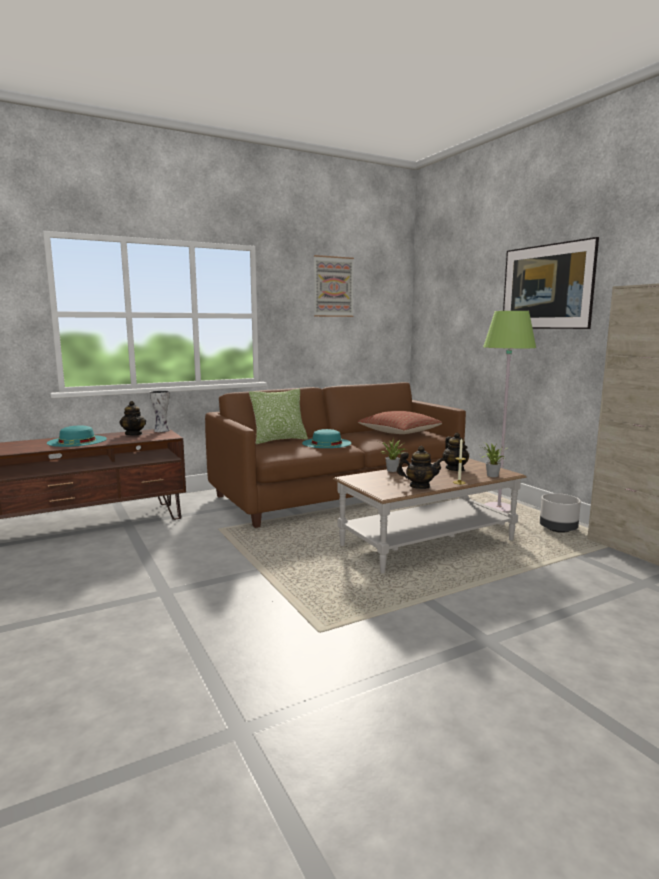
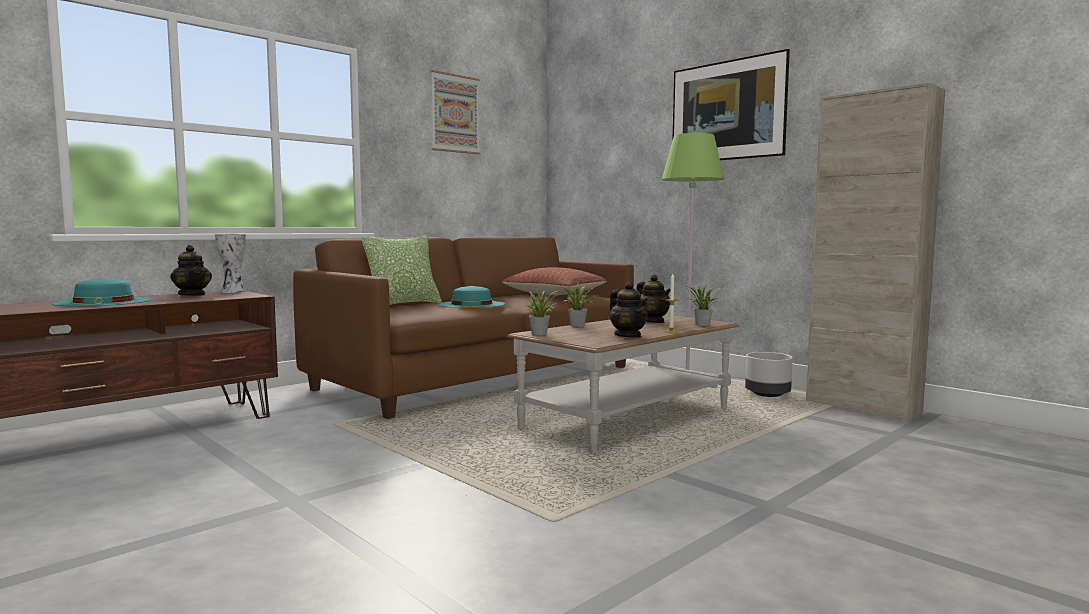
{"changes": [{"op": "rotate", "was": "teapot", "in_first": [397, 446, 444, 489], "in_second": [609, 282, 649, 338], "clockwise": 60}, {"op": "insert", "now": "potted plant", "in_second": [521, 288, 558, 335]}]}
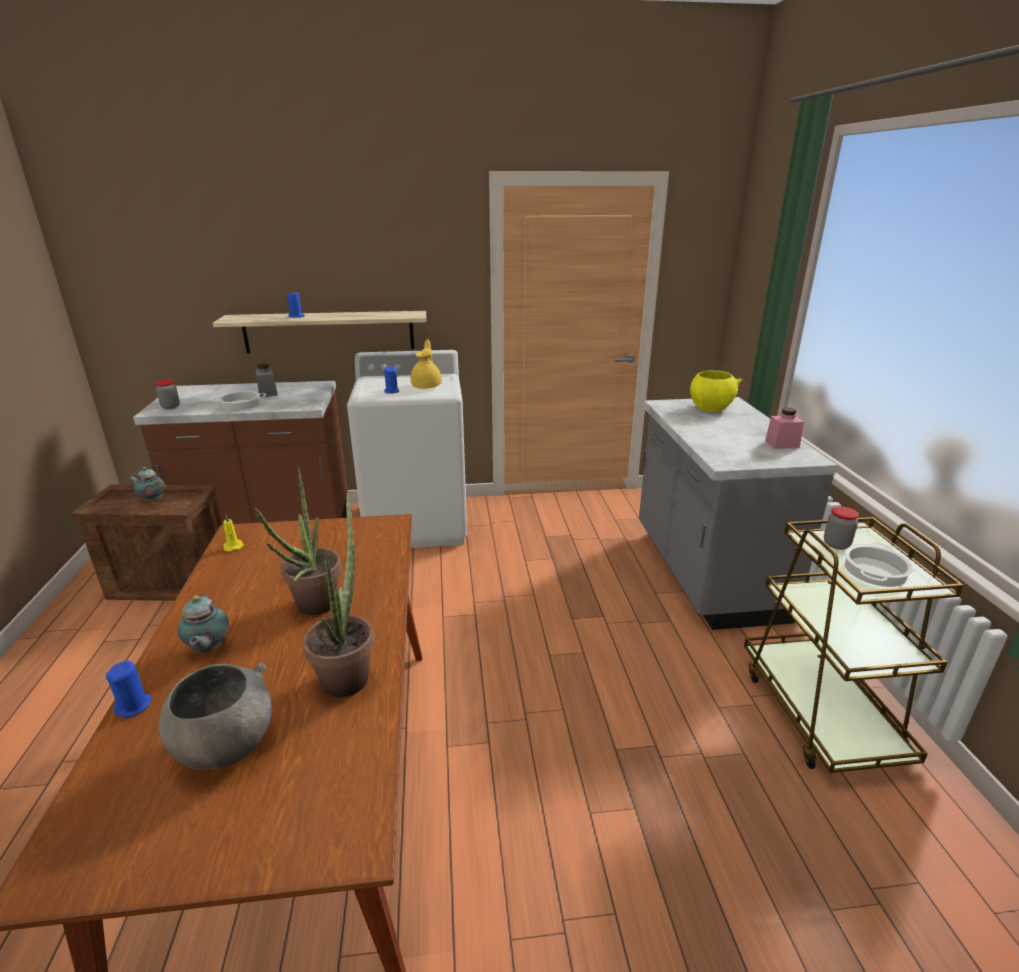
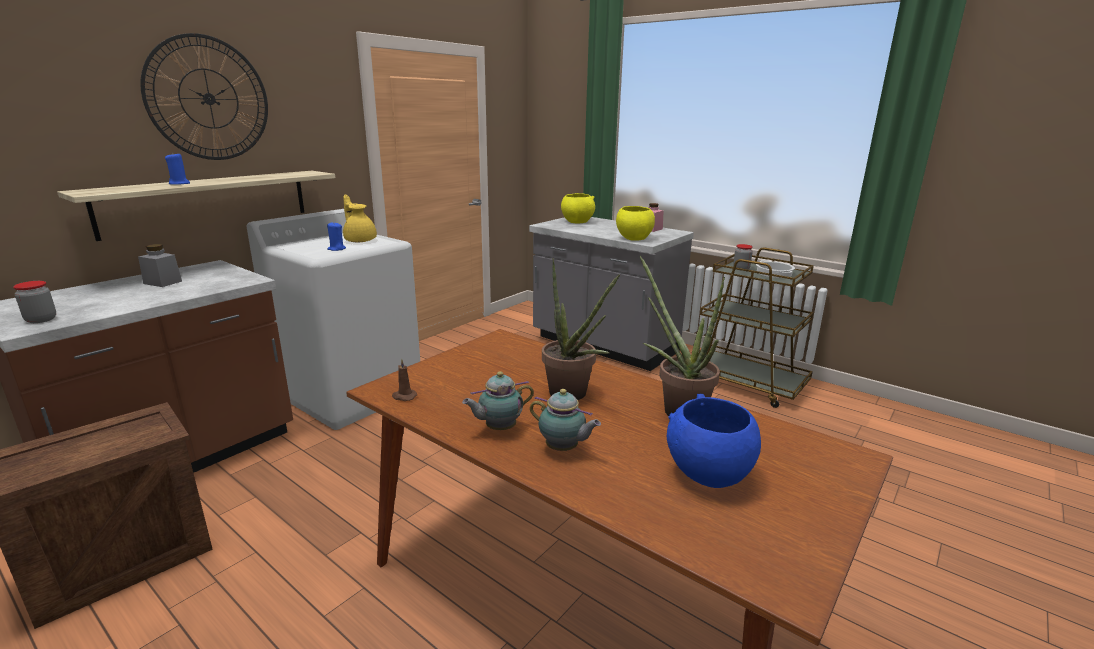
{"changes": [{"op": "delete", "was": "stockpot", "in_first": [213, 391, 266, 410]}, {"op": "move", "was": "teapot", "in_first": [129, 467, 166, 502], "in_second": [462, 371, 534, 430]}, {"op": "recolor", "was": "yellow wax candle", "now": "brownish wax candle", "in_first": [223, 515, 244, 551], "in_second": [392, 359, 417, 401]}, {"op": "delete", "was": "blue wax candle", "in_first": [106, 661, 152, 718]}, {"op": "recolor", "was": "greyish deep dish", "now": "blue deep dish", "in_first": [159, 663, 272, 770], "in_second": [667, 394, 761, 488]}, {"op": "insert", "now": "wall clock", "in_second": [140, 33, 268, 160]}, {"op": "insert", "now": "yellow deep dish", "in_second": [616, 206, 655, 241]}]}
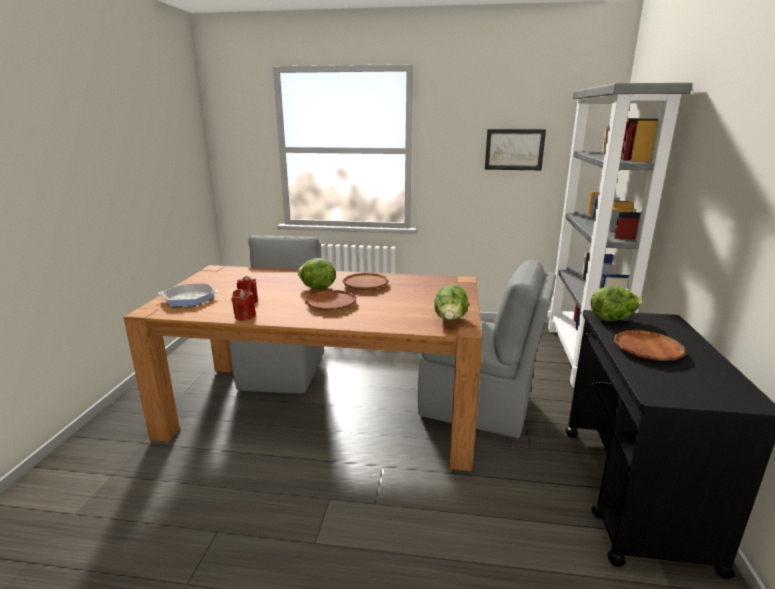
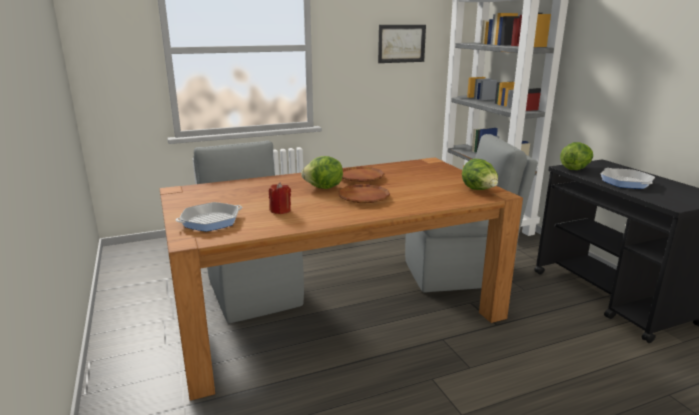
{"changes": [{"op": "delete", "was": "red wax candle", "in_first": [231, 289, 256, 321]}, {"op": "replace", "was": "brownish dinner plate", "now": "skillet", "in_first": [614, 330, 686, 361], "in_second": [601, 168, 655, 189]}]}
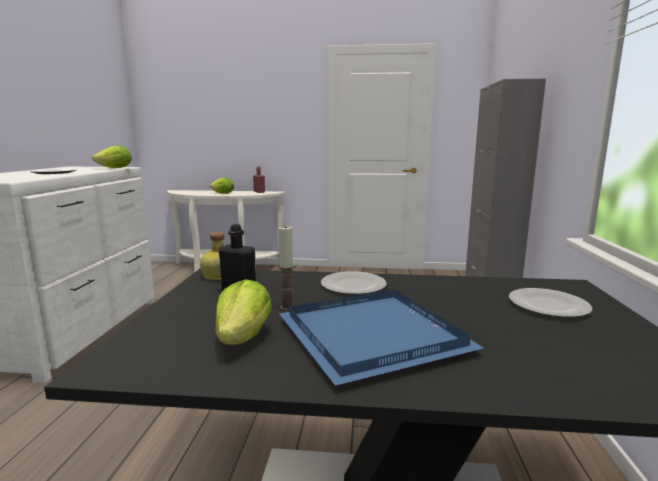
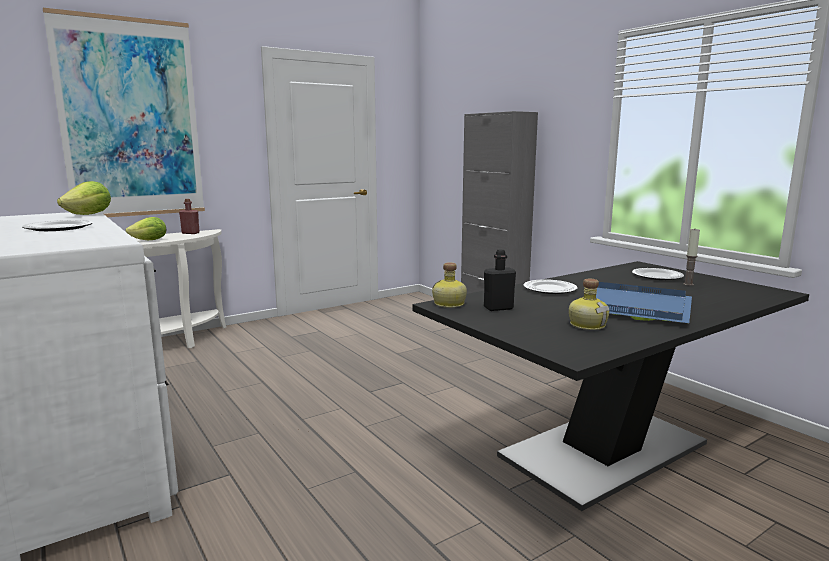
{"changes": [{"op": "move", "was": "wax candle", "in_first": [278, 226, 294, 310], "in_second": [683, 229, 700, 286]}, {"op": "replace", "was": "head of lettuce", "now": "beverage bottle", "in_first": [215, 279, 272, 345], "in_second": [569, 279, 609, 330]}, {"op": "insert", "now": "wall art", "in_second": [43, 8, 205, 217]}]}
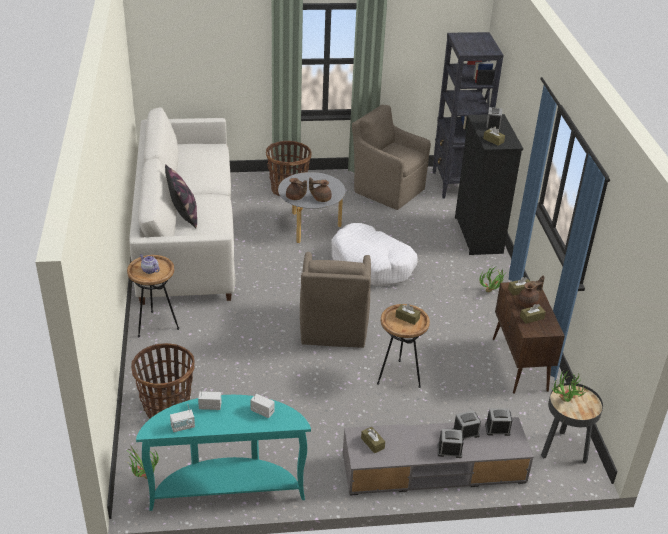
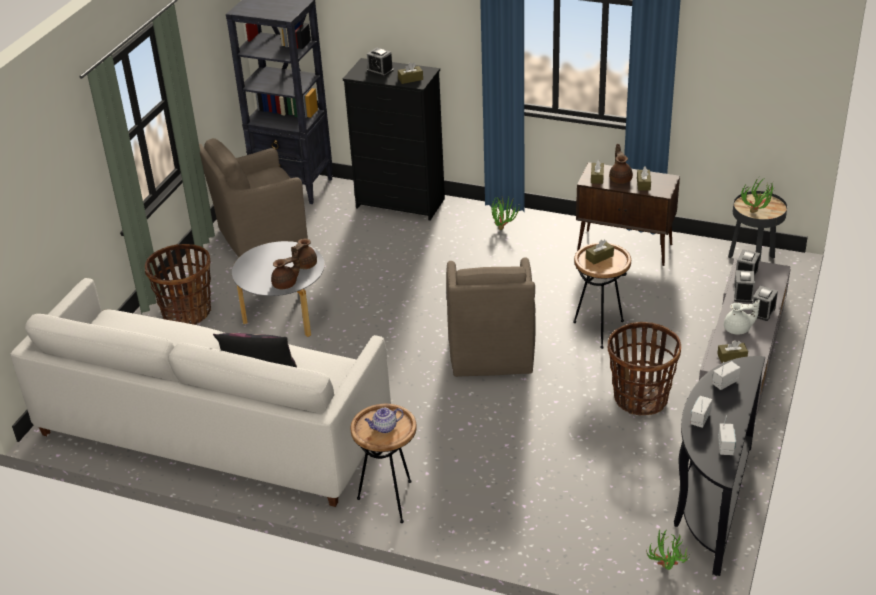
{"changes": [{"op": "delete", "was": "white-coloured dog bed", "in_first": [331, 223, 418, 286]}, {"op": "rotate", "was": "brownish armchair", "in_first": [300, 252, 371, 348], "in_second": [446, 257, 535, 377], "clockwise": 60}, {"op": "move", "was": "household basket", "in_first": [131, 343, 195, 418], "in_second": [608, 322, 681, 416]}, {"op": "recolor", "was": "blue-green hall table", "now": "blackish hall table", "in_first": [136, 395, 311, 511], "in_second": [674, 356, 765, 576]}, {"op": "insert", "now": "white-coloured teapot", "in_second": [724, 300, 760, 334]}]}
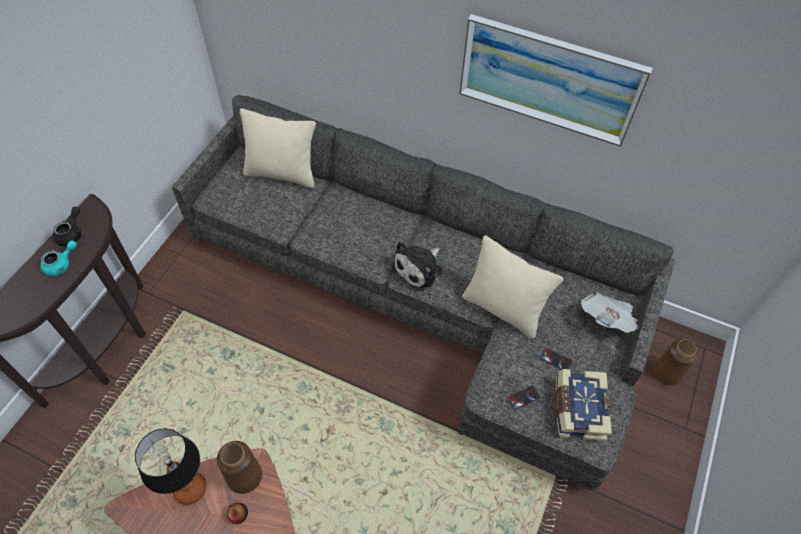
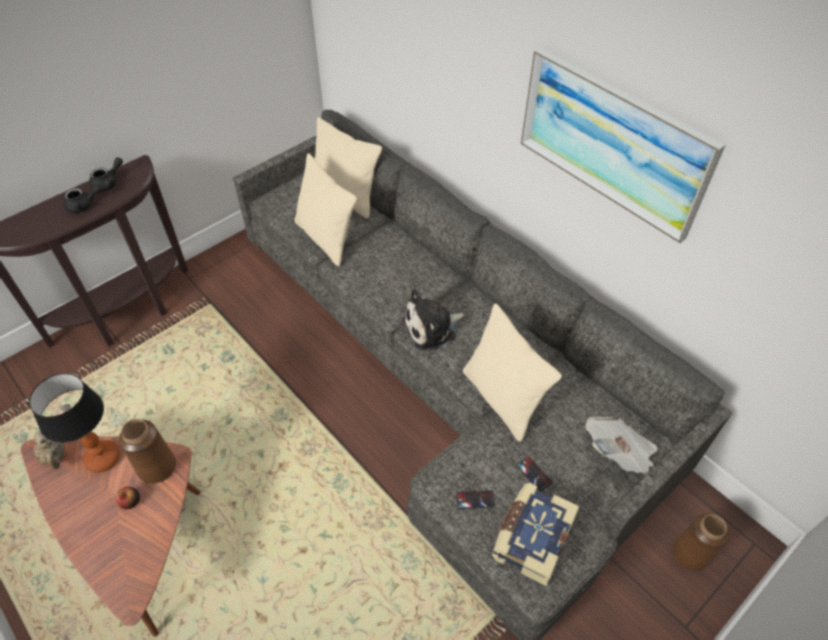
{"changes": [{"op": "recolor", "was": "blue-green teapot", "now": "blackish teapot", "in_first": [40, 241, 77, 276], "in_second": [64, 184, 102, 213]}, {"op": "insert", "now": "beige-coloured cushion", "in_second": [294, 153, 357, 266]}, {"op": "insert", "now": "beige-coloured teapot", "in_second": [34, 431, 65, 469]}]}
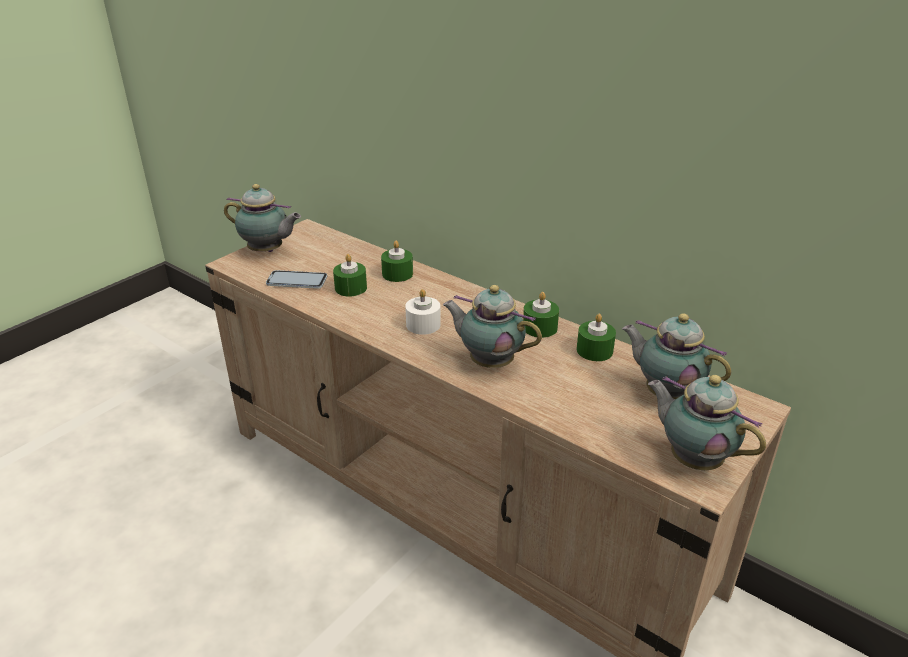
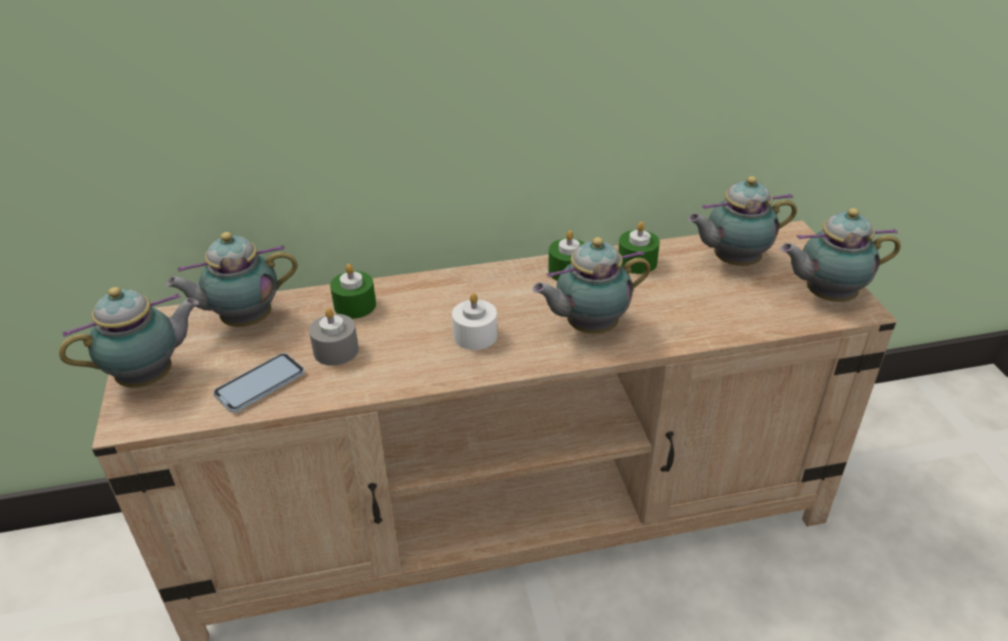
{"changes": [{"op": "recolor", "was": "green-coloured wax candle", "now": "greyish wax candle", "in_first": [333, 254, 367, 297], "in_second": [309, 308, 359, 366]}, {"op": "insert", "now": "teapot", "in_second": [166, 232, 298, 327]}]}
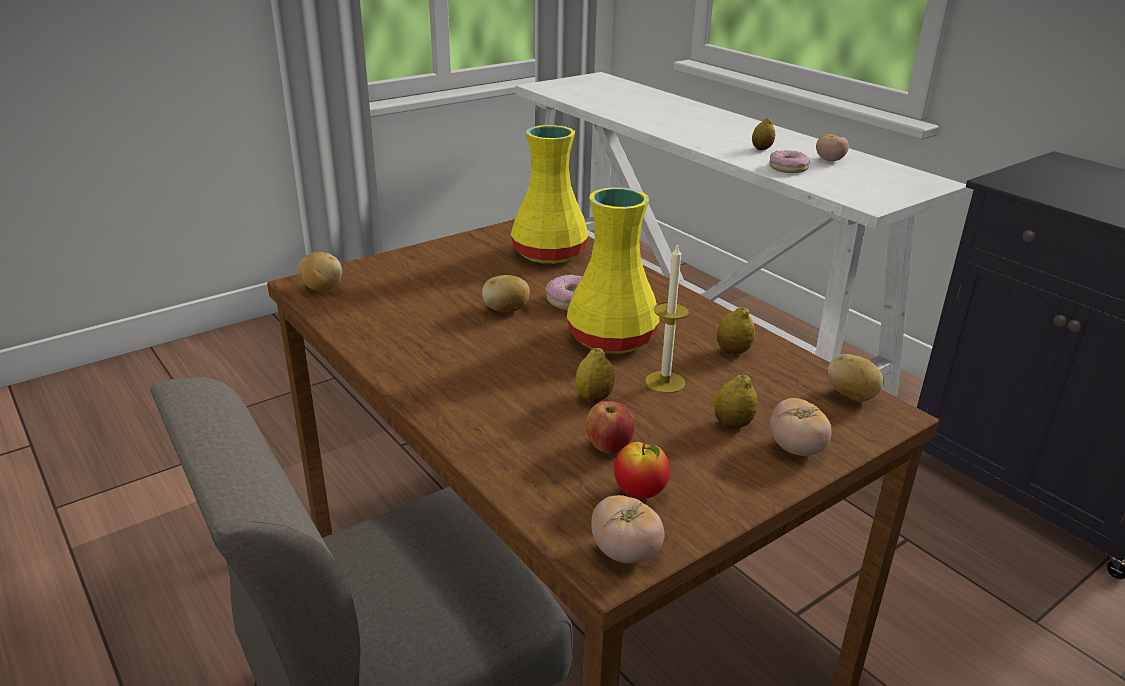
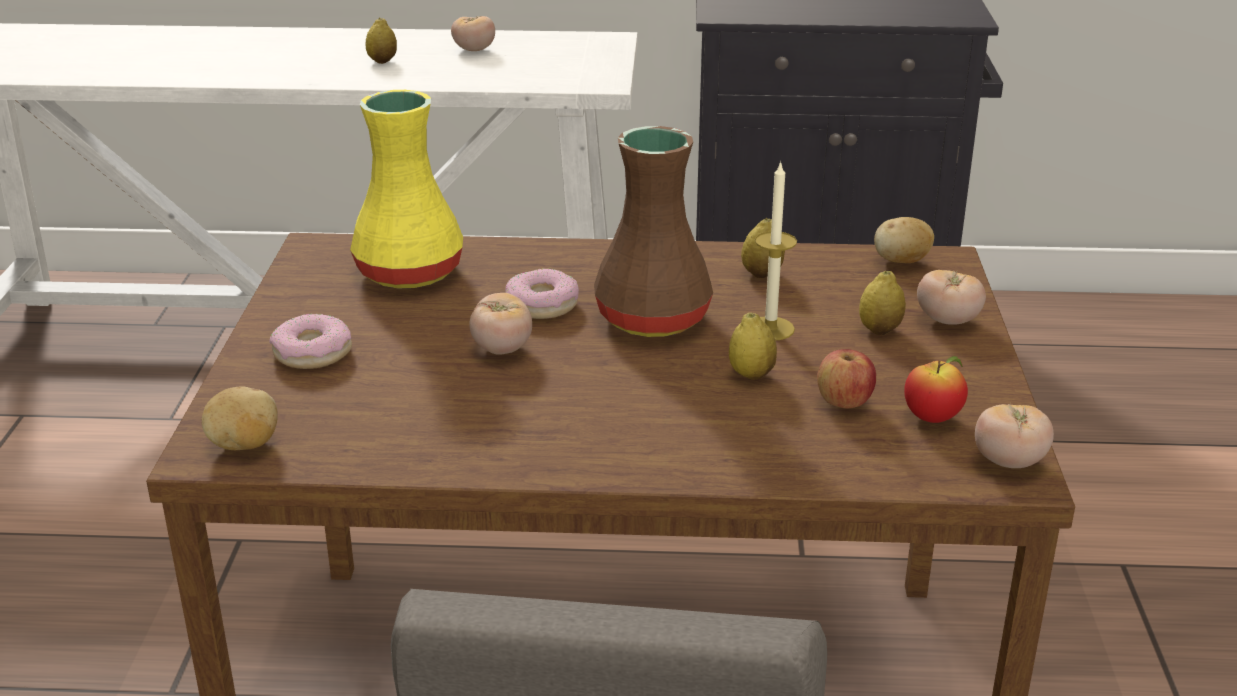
{"changes": [{"op": "move", "was": "doughnut", "in_first": [769, 150, 809, 173], "in_second": [269, 314, 352, 369]}, {"op": "recolor", "was": "yellow vase", "now": "brownish vase", "in_first": [567, 187, 660, 354], "in_second": [594, 126, 713, 337]}, {"op": "replace", "was": "spud", "now": "fresh tomato", "in_first": [482, 275, 530, 312], "in_second": [469, 293, 532, 355]}]}
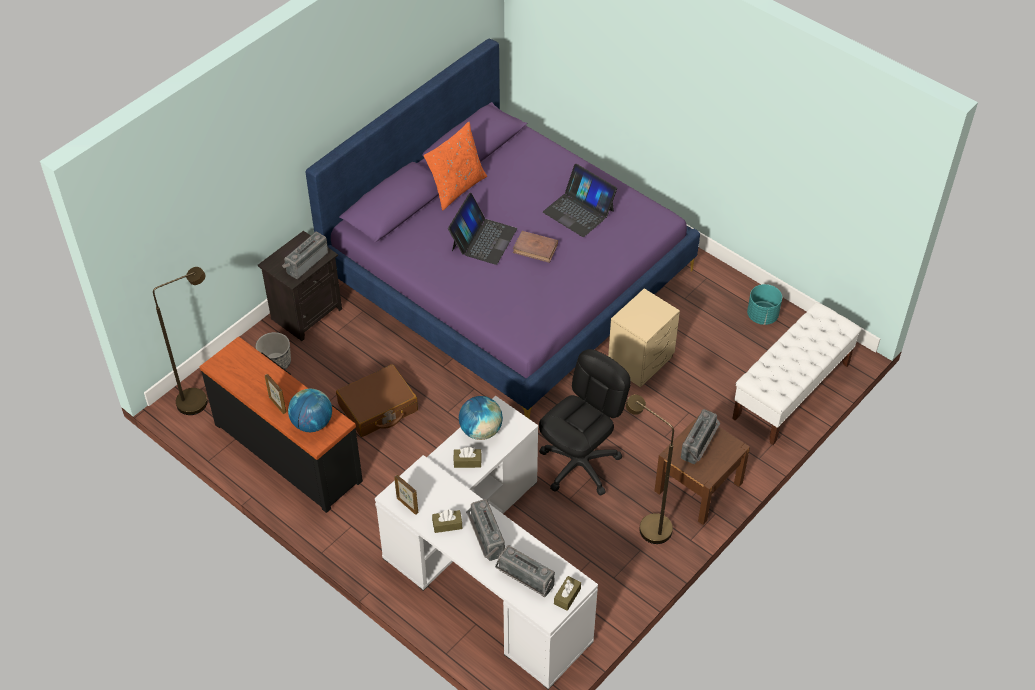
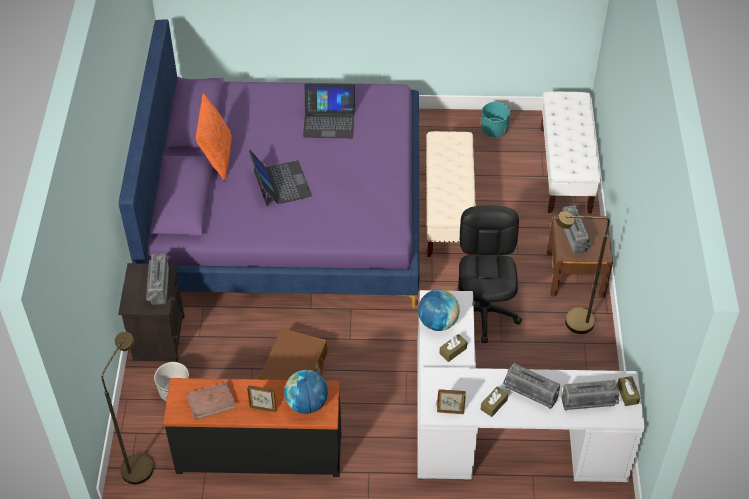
{"changes": [{"op": "move", "was": "brownish bound book", "in_first": [513, 231, 558, 263], "in_second": [187, 382, 237, 420]}, {"op": "replace", "was": "beige-coloured night table", "now": "beige-coloured indoor bench", "in_first": [608, 288, 680, 387], "in_second": [426, 131, 476, 257]}]}
